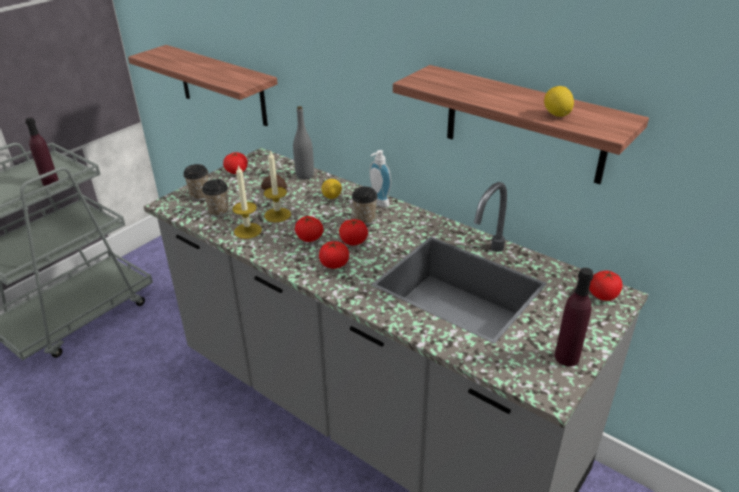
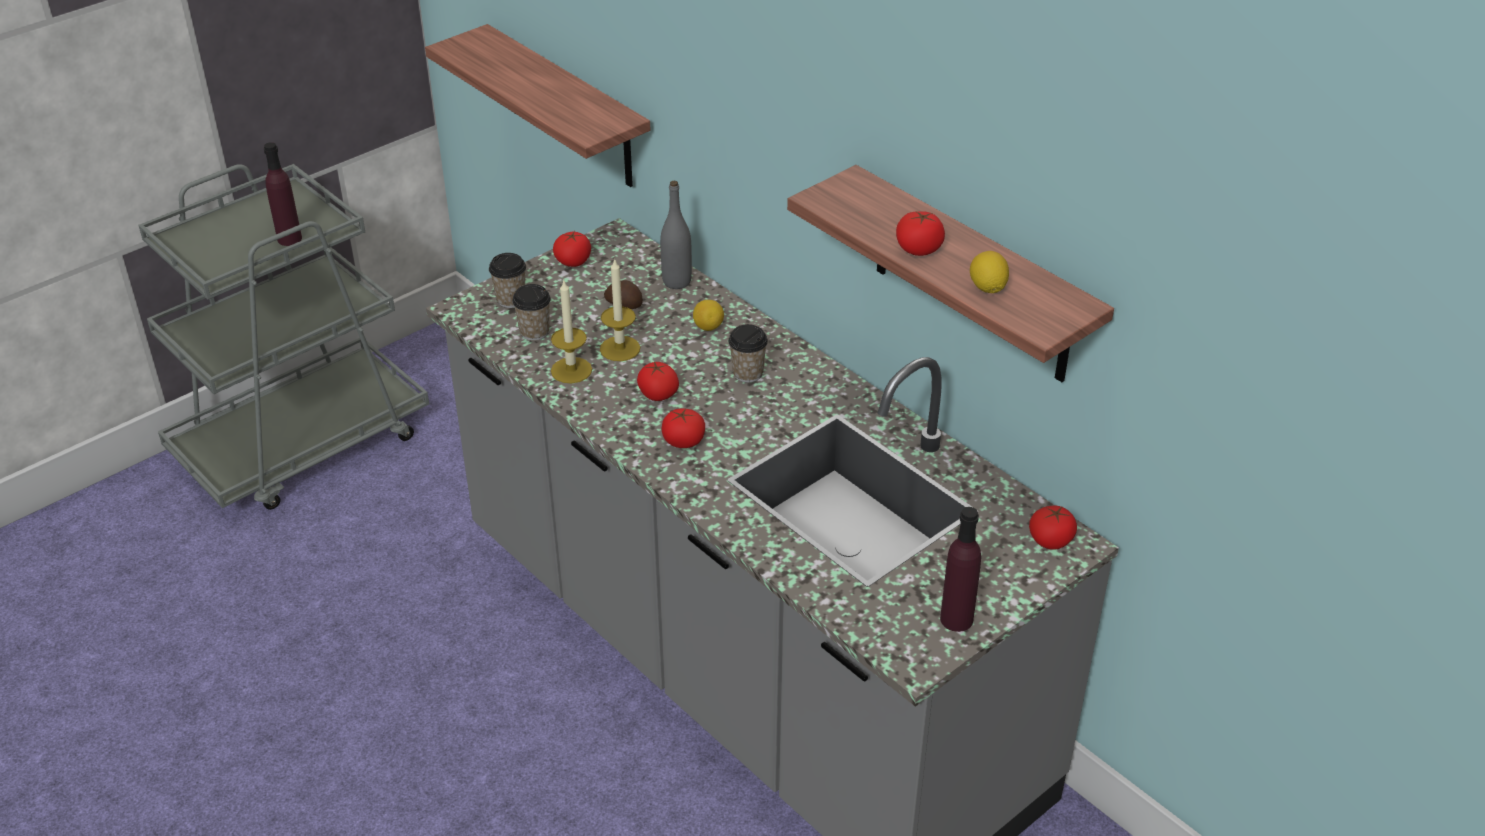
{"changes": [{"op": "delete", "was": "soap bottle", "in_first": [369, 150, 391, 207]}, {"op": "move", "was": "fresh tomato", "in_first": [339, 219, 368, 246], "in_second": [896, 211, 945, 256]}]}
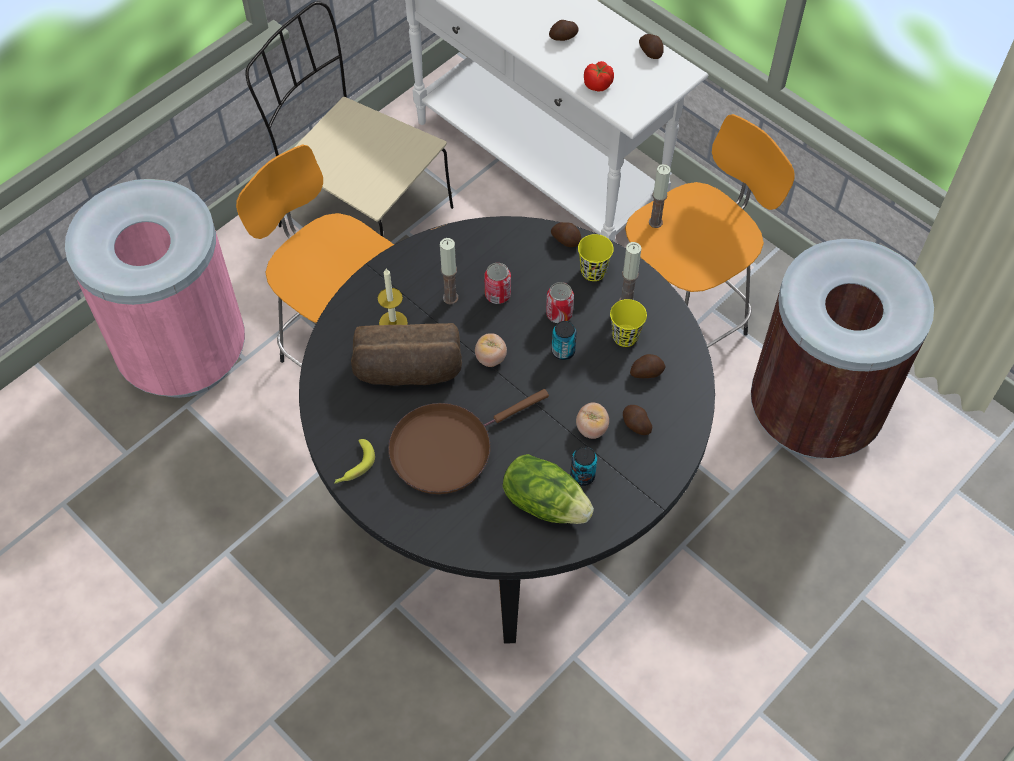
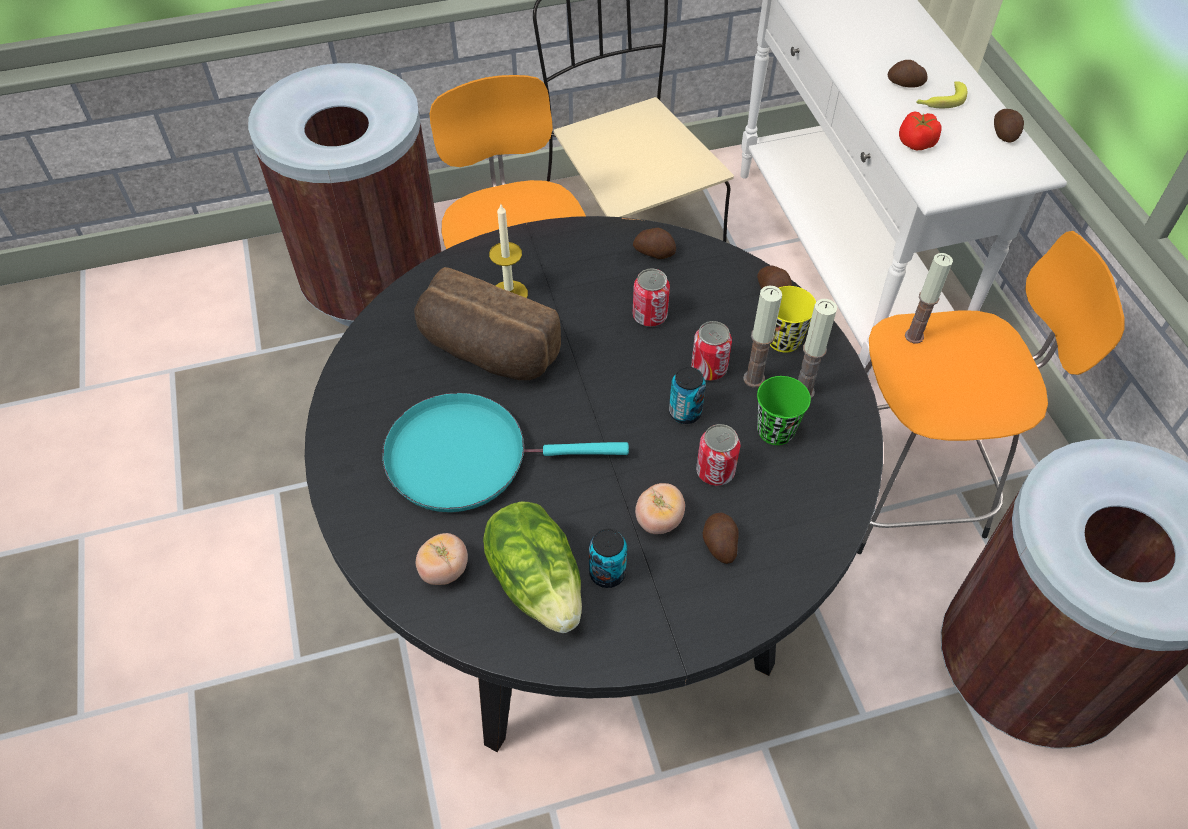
{"changes": [{"op": "recolor", "was": "pink-coloured waste bin", "now": "brownish waste bin", "in_first": [65, 179, 245, 398], "in_second": [248, 63, 442, 326]}, {"op": "move", "was": "wax candle", "in_first": [440, 238, 458, 305], "in_second": [743, 286, 782, 388]}, {"op": "recolor", "was": "yellow small cup", "now": "green-coloured small cup", "in_first": [610, 299, 647, 347], "in_second": [757, 376, 811, 445]}, {"op": "move", "was": "fresh tomato", "in_first": [475, 333, 507, 367], "in_second": [416, 533, 468, 585]}, {"op": "move", "was": "spud", "in_first": [630, 354, 666, 378], "in_second": [633, 228, 676, 259]}, {"op": "recolor", "was": "brownish skillet", "now": "blue-green skillet", "in_first": [388, 389, 549, 494], "in_second": [382, 392, 629, 512]}, {"op": "move", "was": "banana", "in_first": [334, 439, 375, 484], "in_second": [916, 81, 967, 108]}, {"op": "insert", "now": "can", "in_second": [696, 424, 741, 486]}]}
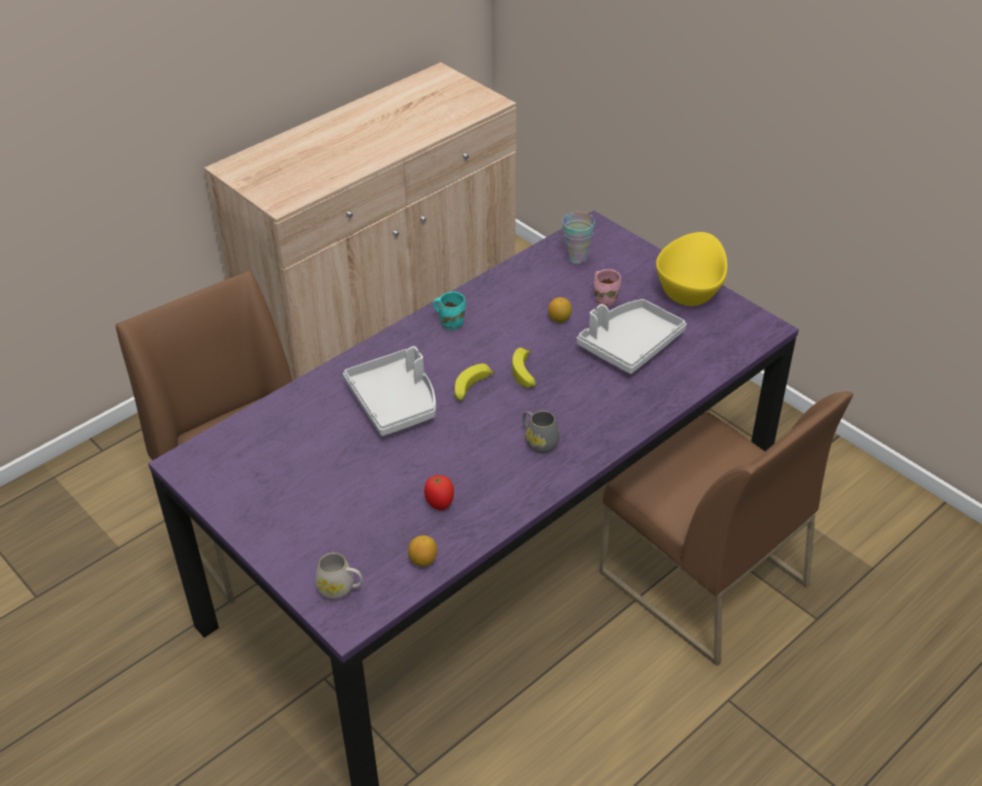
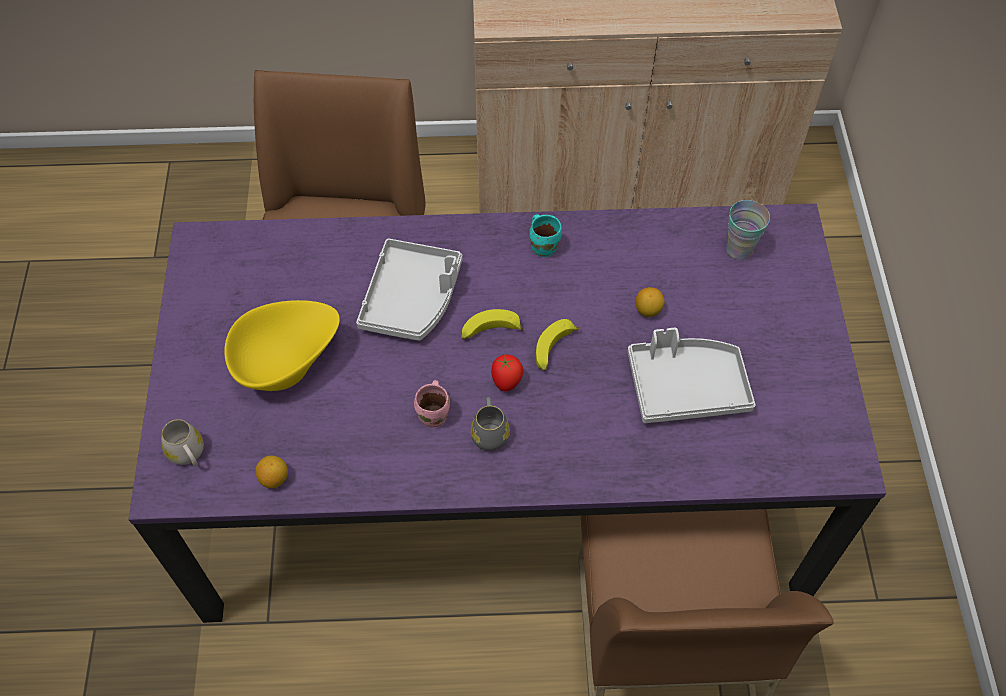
{"changes": [{"op": "move", "was": "yellow deep dish", "in_first": [656, 232, 728, 306], "in_second": [224, 300, 340, 391]}, {"op": "move", "was": "pink-coloured mug", "in_first": [594, 269, 621, 306], "in_second": [414, 380, 450, 428]}, {"op": "move", "was": "fresh tomato", "in_first": [424, 475, 454, 510], "in_second": [491, 354, 523, 392]}]}
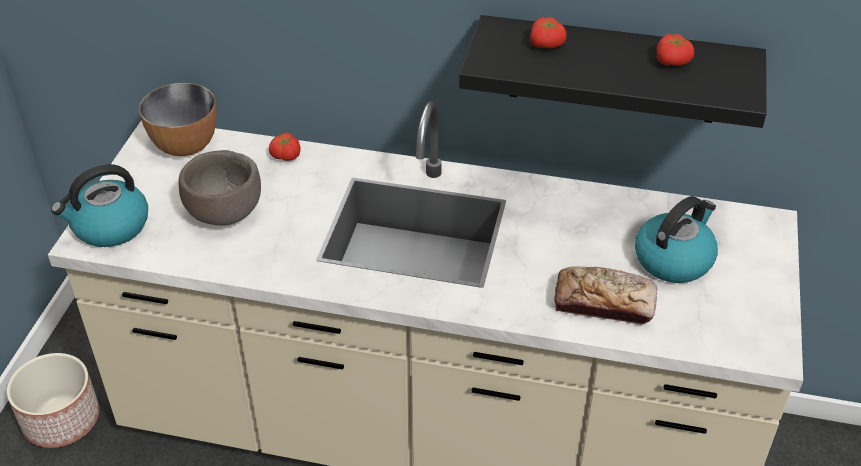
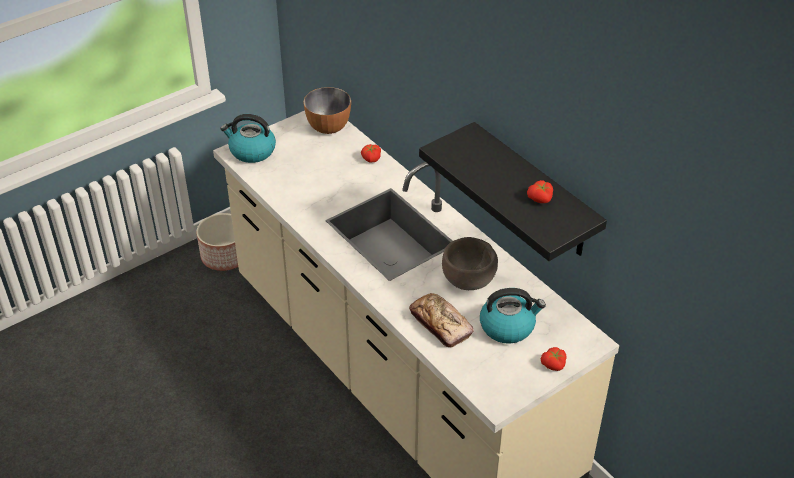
{"changes": [{"op": "move", "was": "fresh tomato", "in_first": [530, 17, 567, 48], "in_second": [541, 347, 567, 371]}, {"op": "move", "was": "brownish deep dish", "in_first": [178, 150, 261, 225], "in_second": [442, 237, 498, 290]}]}
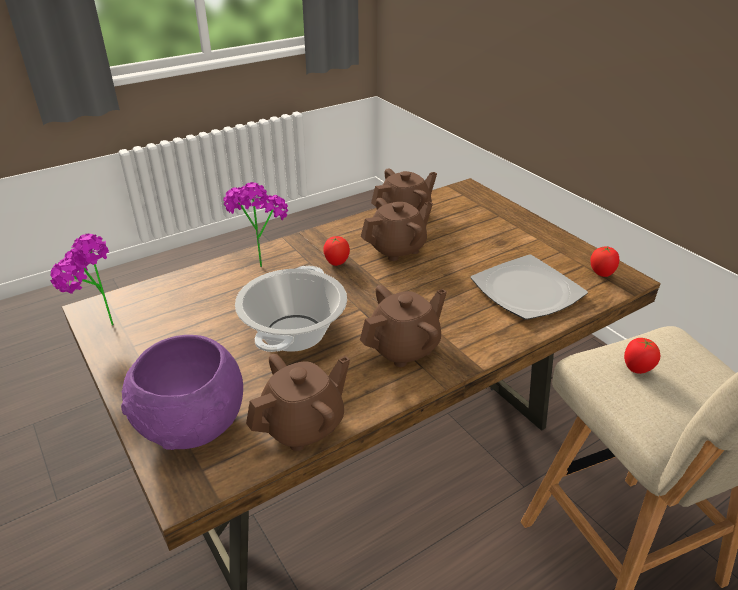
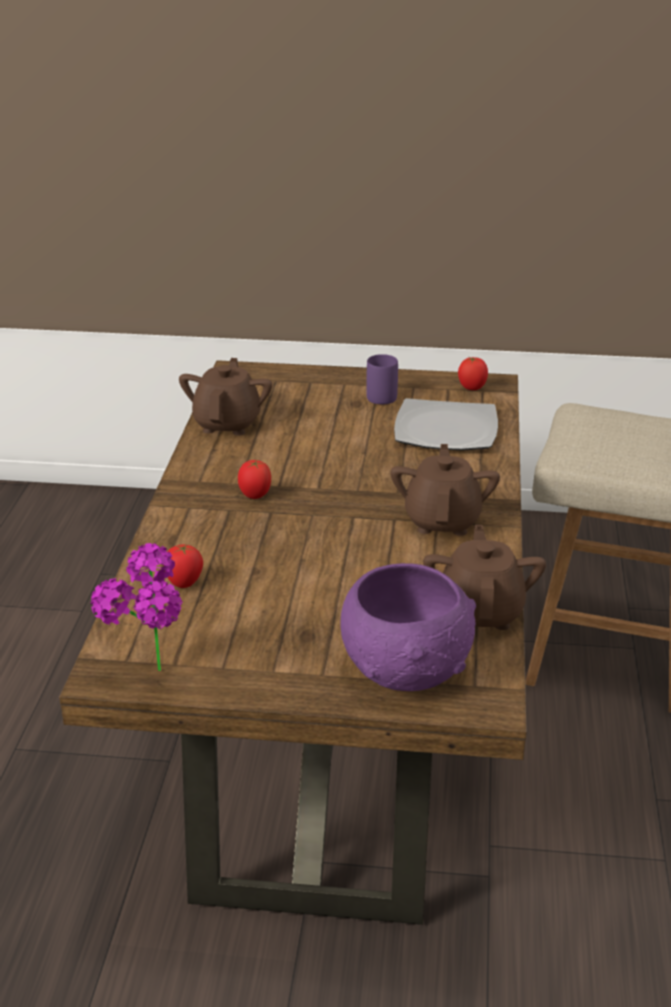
{"changes": [{"op": "delete", "was": "potted plant", "in_first": [223, 182, 288, 267]}, {"op": "delete", "was": "brownish teapot", "in_first": [361, 198, 433, 261]}, {"op": "delete", "was": "stockpot", "in_first": [235, 266, 347, 352]}, {"op": "move", "was": "fresh tomato", "in_first": [624, 338, 660, 374], "in_second": [167, 544, 203, 588]}, {"op": "insert", "now": "purple mug", "in_second": [366, 354, 398, 404]}]}
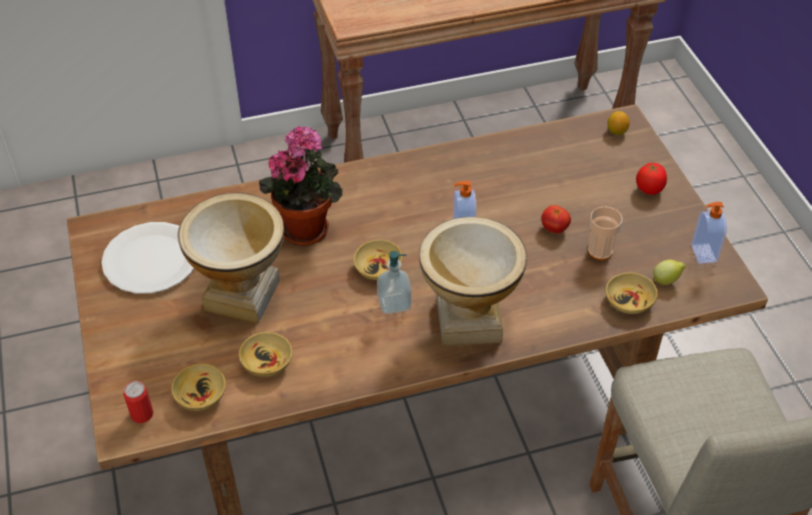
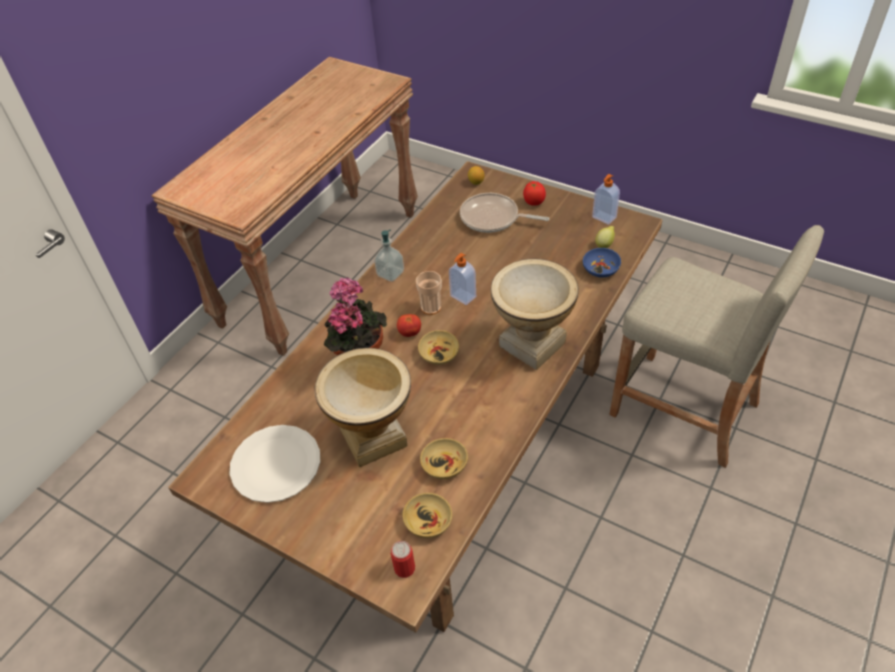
{"changes": [{"op": "move", "was": "fresh tomato", "in_first": [541, 205, 571, 233], "in_second": [397, 314, 421, 337]}, {"op": "move", "was": "small cup", "in_first": [588, 206, 623, 260], "in_second": [416, 271, 442, 315]}, {"op": "move", "was": "soap bottle", "in_first": [377, 251, 412, 314], "in_second": [374, 229, 404, 282]}, {"op": "recolor", "was": "beige-coloured deep dish", "now": "blue deep dish", "in_first": [605, 273, 658, 314], "in_second": [583, 248, 621, 278]}, {"op": "insert", "now": "skillet", "in_second": [460, 193, 550, 233]}]}
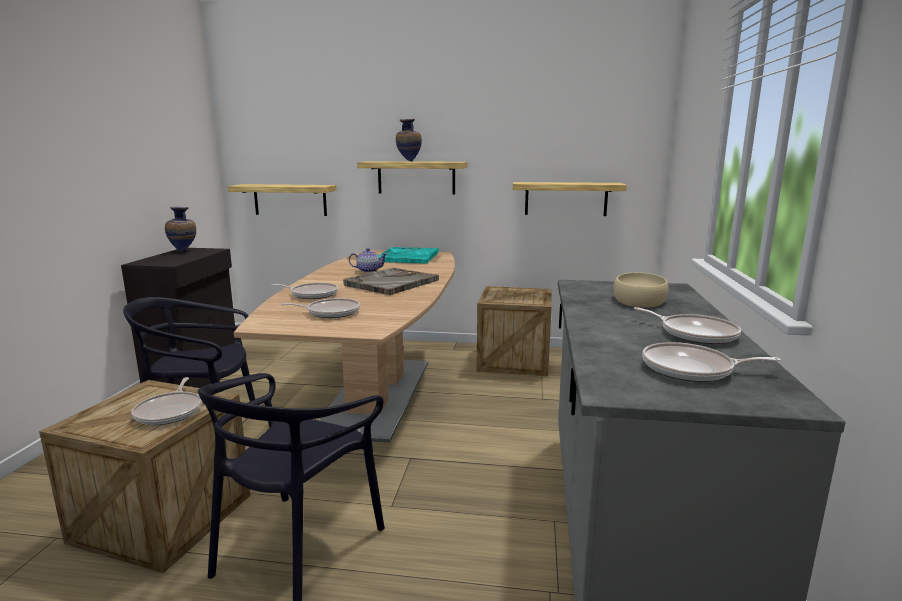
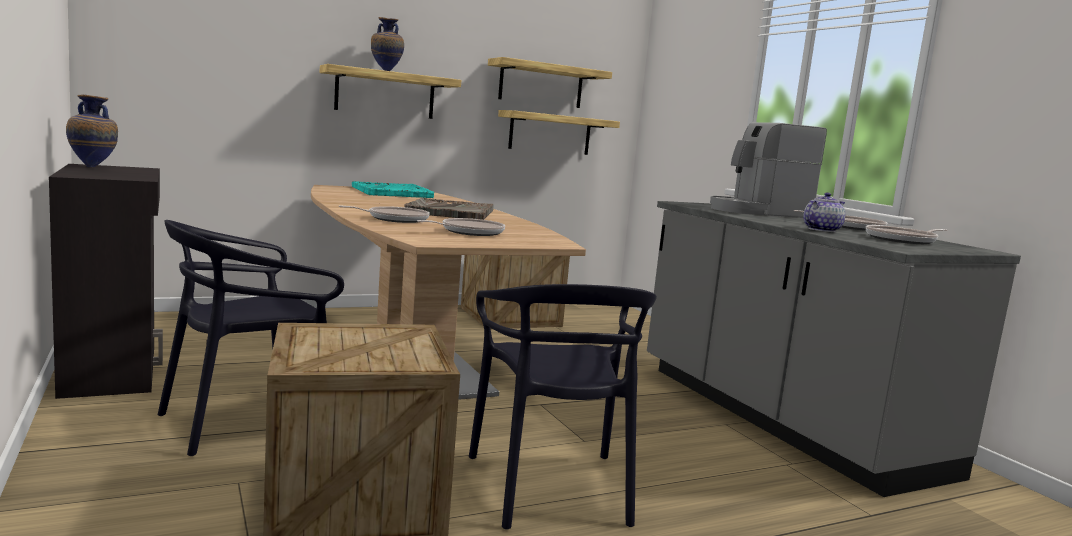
{"changes": [{"op": "move", "was": "wall shelf", "in_first": [228, 184, 336, 216], "in_second": [488, 57, 612, 108]}, {"op": "move", "was": "teapot", "in_first": [349, 248, 387, 273], "in_second": [803, 192, 845, 232]}, {"op": "replace", "was": "beige-coloured deep dish", "now": "coffee brewer", "in_first": [614, 272, 669, 308], "in_second": [710, 122, 827, 218]}, {"op": "delete", "was": "skillet", "in_first": [131, 377, 202, 425]}]}
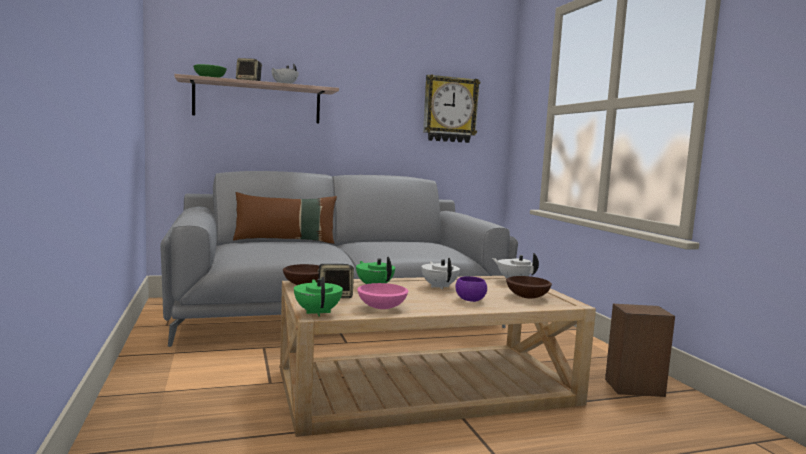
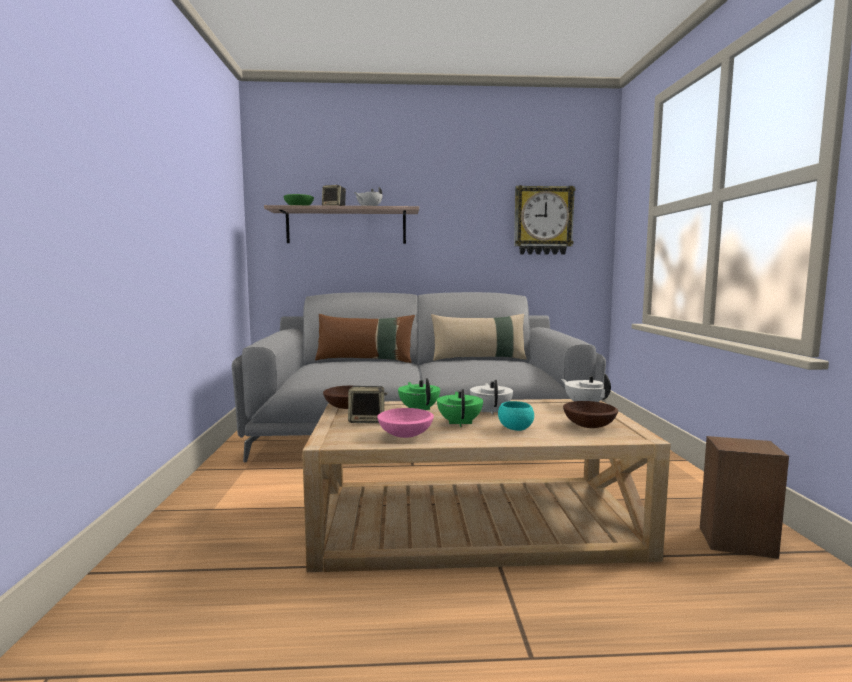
{"changes": [{"op": "recolor", "was": "purple deep dish", "now": "blue-green deep dish", "in_first": [456, 276, 487, 302], "in_second": [498, 401, 534, 431]}, {"op": "move", "was": "green-coloured teapot", "in_first": [294, 277, 343, 316], "in_second": [437, 389, 483, 427]}, {"op": "insert", "now": "beige-coloured cushion", "in_second": [431, 313, 527, 361]}]}
